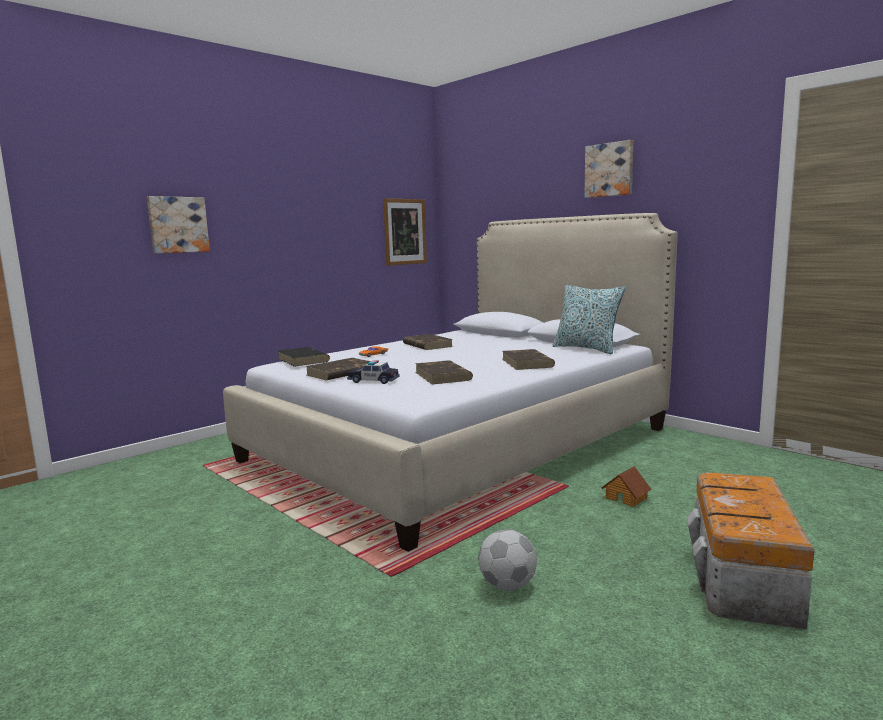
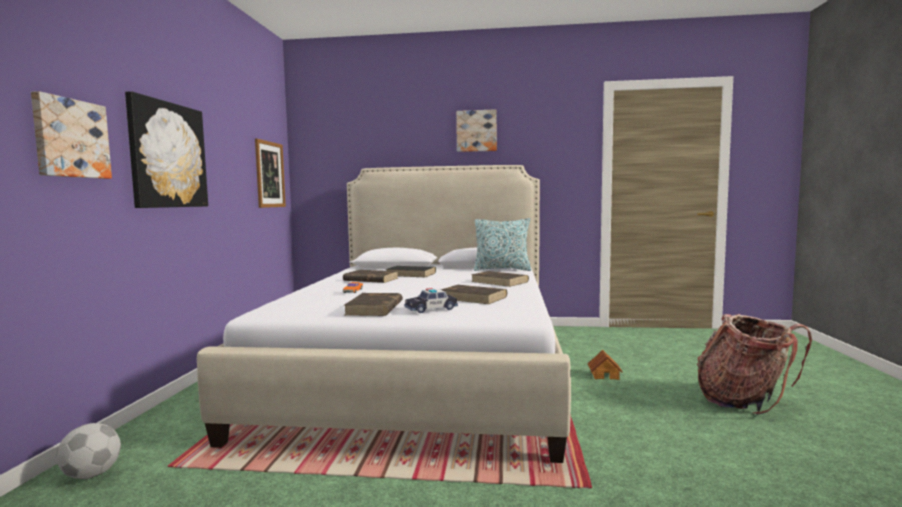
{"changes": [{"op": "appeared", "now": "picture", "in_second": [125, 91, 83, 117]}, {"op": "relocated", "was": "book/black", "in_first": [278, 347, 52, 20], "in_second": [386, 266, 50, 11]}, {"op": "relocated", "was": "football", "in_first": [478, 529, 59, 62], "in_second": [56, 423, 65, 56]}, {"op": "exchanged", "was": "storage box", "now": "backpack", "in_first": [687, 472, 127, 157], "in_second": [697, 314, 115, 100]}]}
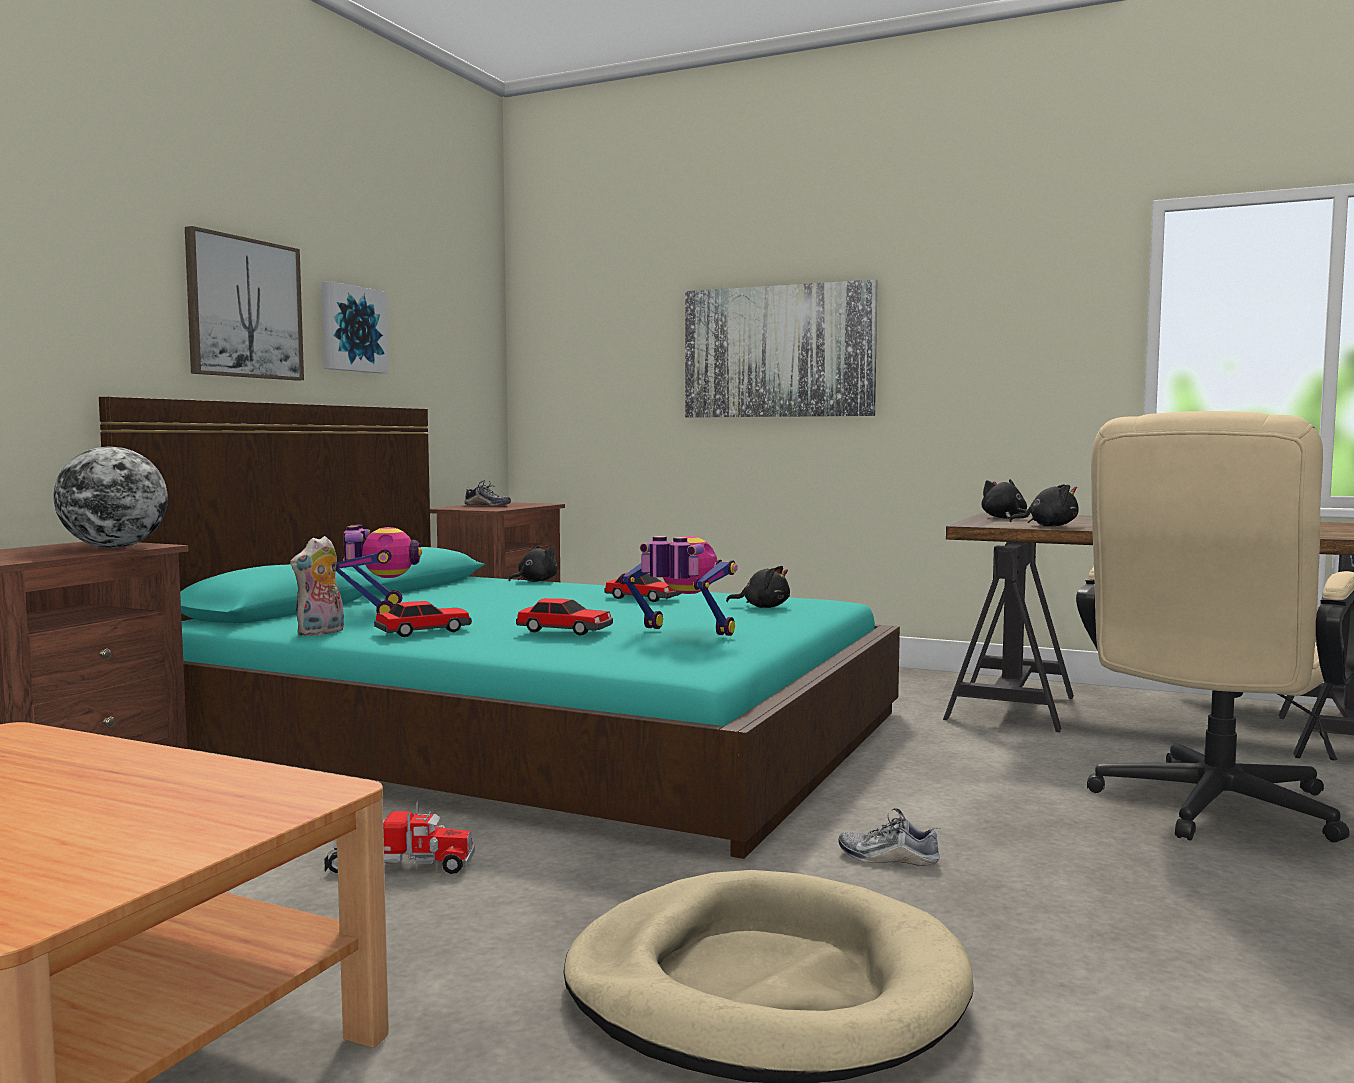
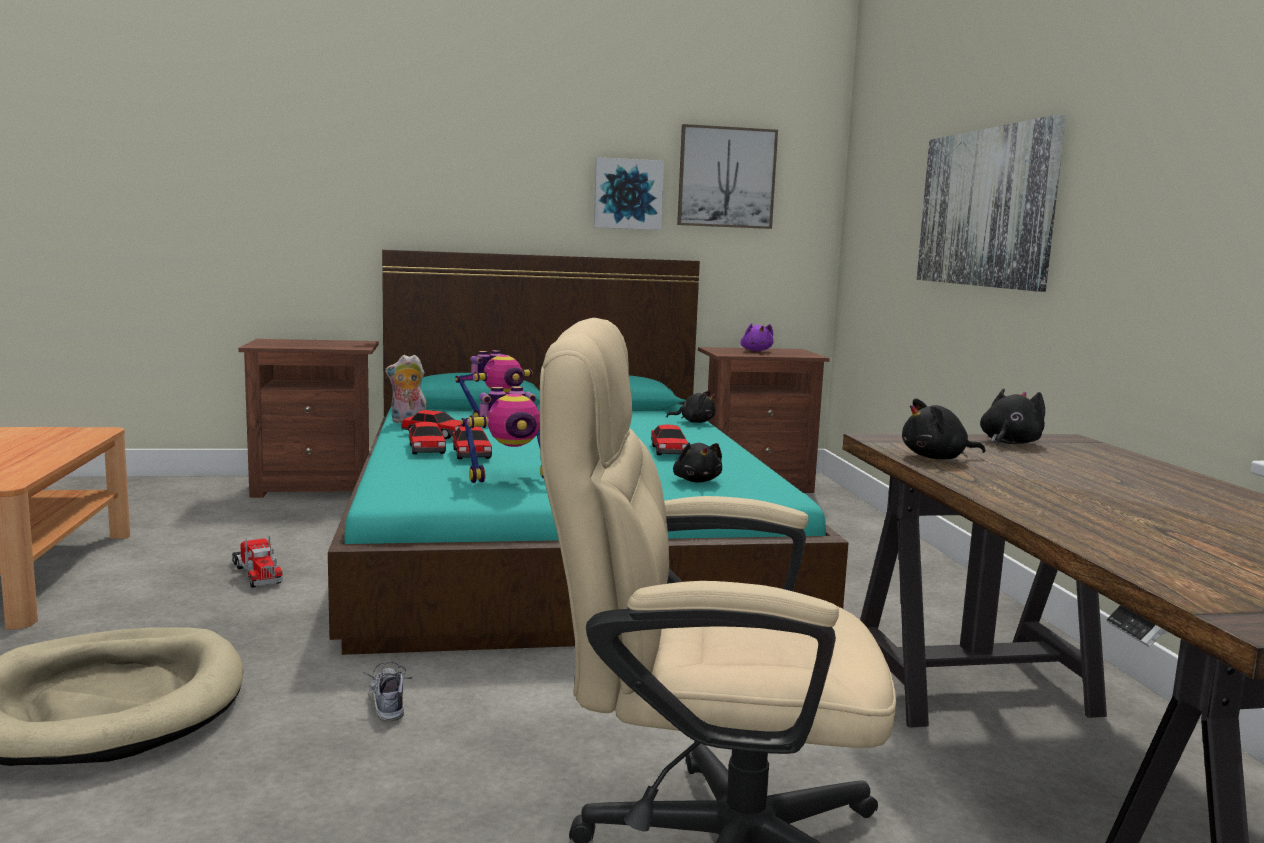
{"changes": [{"op": "missing", "was": "globe", "in_first": [54, 446, 114, 102]}, {"op": "appeared", "now": "toy car", "in_second": [409, 422, 37, 32]}, {"op": "relocated", "was": "picture", "in_first": [185, 226, 119, 154], "in_second": [677, 124, 101, 105]}, {"op": "exchanged", "was": "shoe", "now": "plush toy/purple", "in_first": [464, 480, 47, 26], "in_second": [740, 323, 34, 28]}, {"op": "spun", "was": "toy robot", "in_first": [620, 536, 118, 100], "in_second": [460, 386, 84, 97], "clockwise": 75}, {"op": "spun", "was": "plush toy/black", "in_first": [1009, 484, 70, 42], "in_second": [902, 399, 83, 60], "clockwise": 105}]}
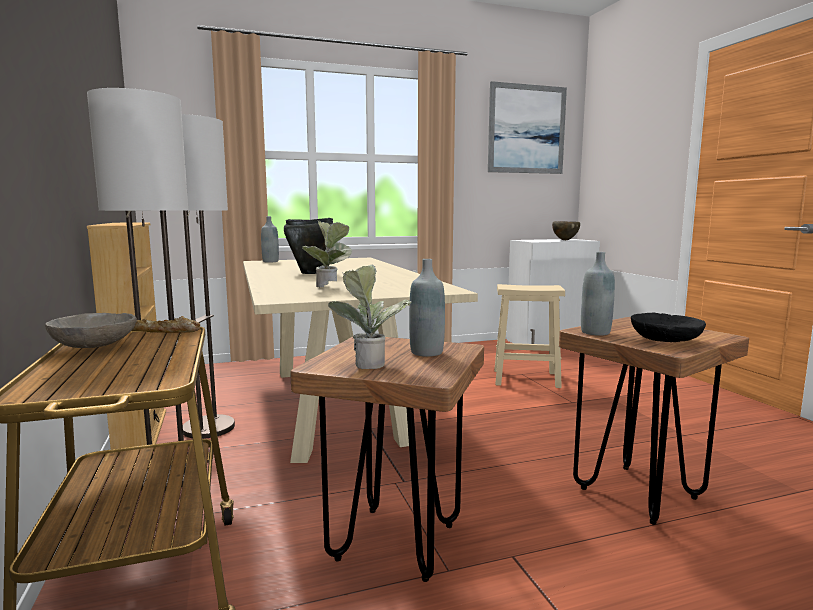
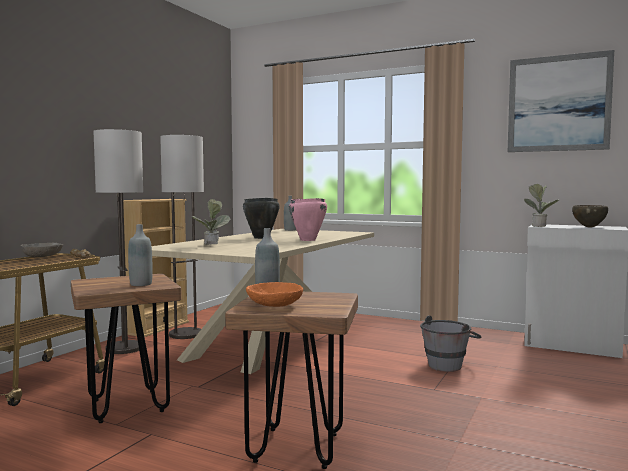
{"changes": [{"op": "appeared", "now": "cooking pot/pink", "in_second": [289, 198, 38, 43]}, {"op": "relocated", "was": "potted plant", "in_first": [328, 264, 83, 105], "in_second": [524, 184, 35, 43]}, {"op": "exchanged", "was": "stool/beige", "now": "bucket/grey", "in_first": [494, 284, 71, 104], "in_second": [420, 316, 62, 56]}, {"op": "colour", "was": "bowl/black", "now": "bowl/orange", "in_first": [631, 313, 75, 29], "in_second": [246, 282, 57, 25]}]}
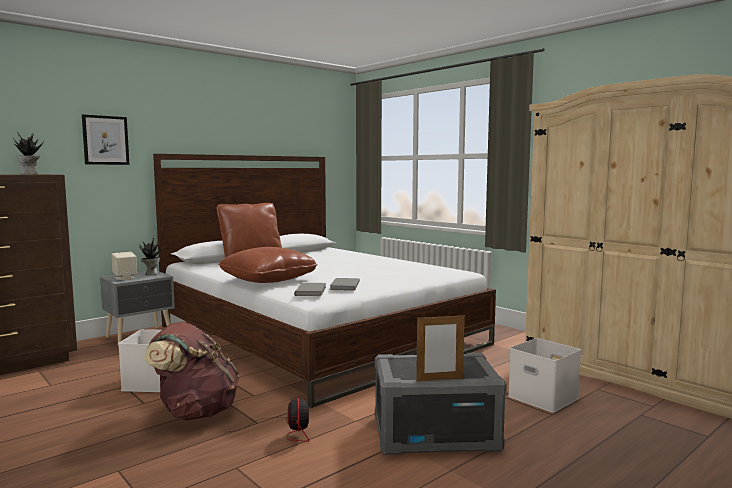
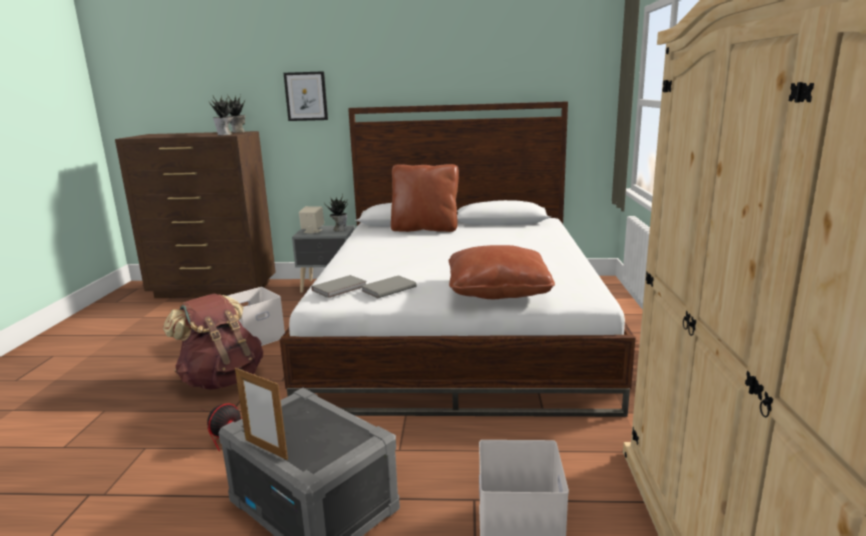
{"changes": [{"op": "appeared", "now": "potted plant", "in_second": [209, 95, 27, 40]}, {"op": "relocated", "was": "pillow/brown", "in_first": [218, 247, 100, 36], "in_second": [449, 245, 106, 54]}]}
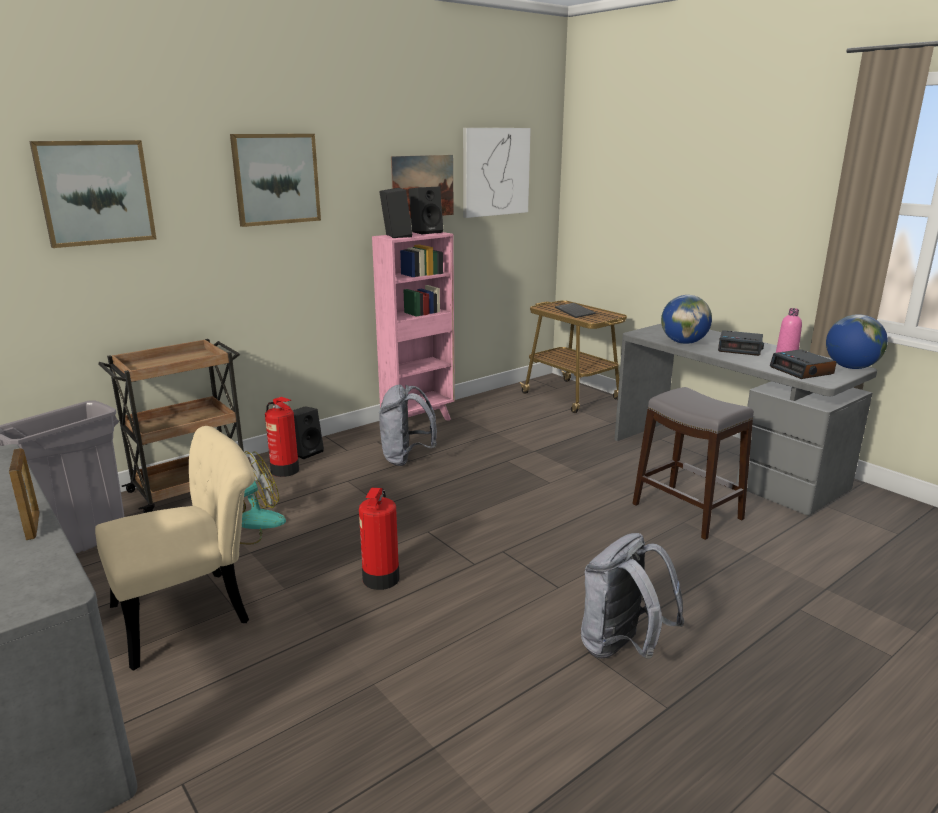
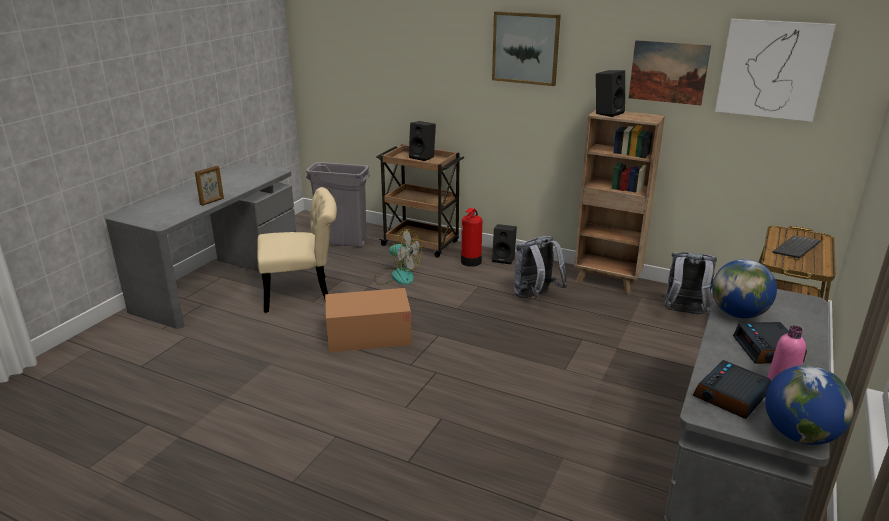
{"changes": [{"op": "missing", "was": "picture", "in_first": [29, 140, 127, 108]}, {"op": "missing", "was": "stool/grey", "in_first": [632, 387, 122, 153]}, {"op": "relocated", "was": "speaker/black", "in_first": [409, 187, 34, 48], "in_second": [409, 121, 27, 40]}, {"op": "relocated", "was": "backpack/grey", "in_first": [581, 533, 103, 126], "in_second": [662, 252, 55, 62]}, {"op": "exchanged", "was": "fire extinguisher", "now": "cardboard box", "in_first": [359, 488, 41, 102], "in_second": [325, 288, 87, 65]}, {"op": "colour", "was": "bookcase/pink", "now": "bookcase/brown", "in_first": [372, 232, 83, 189], "in_second": [574, 110, 91, 184]}, {"op": "spun", "was": "chair/beige", "in_first": [95, 426, 160, 245], "in_second": [257, 187, 80, 126], "clockwise": -45}]}
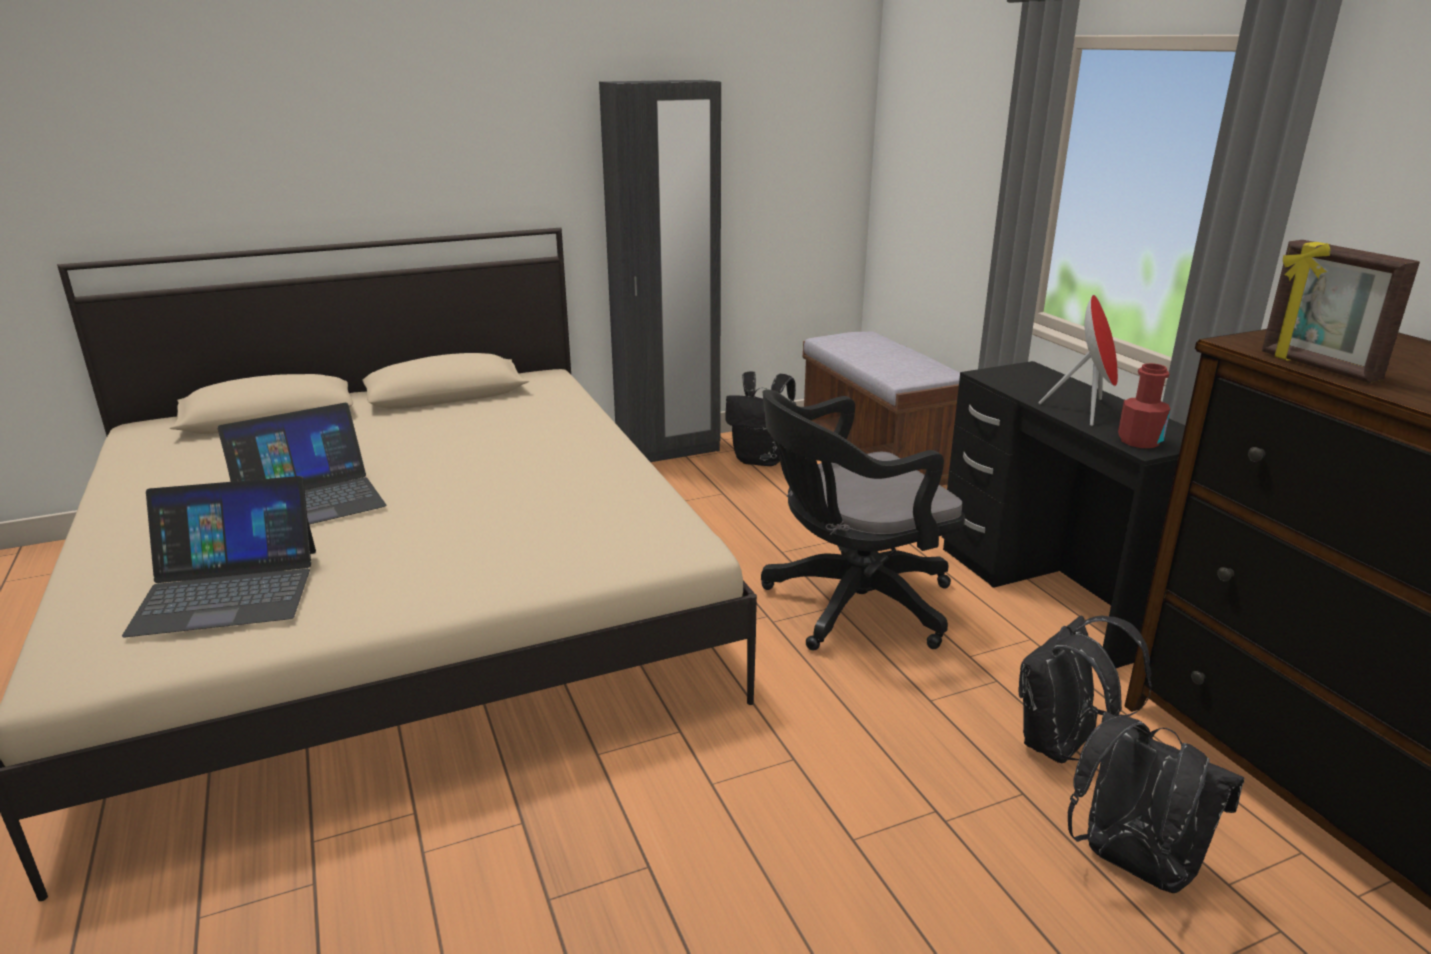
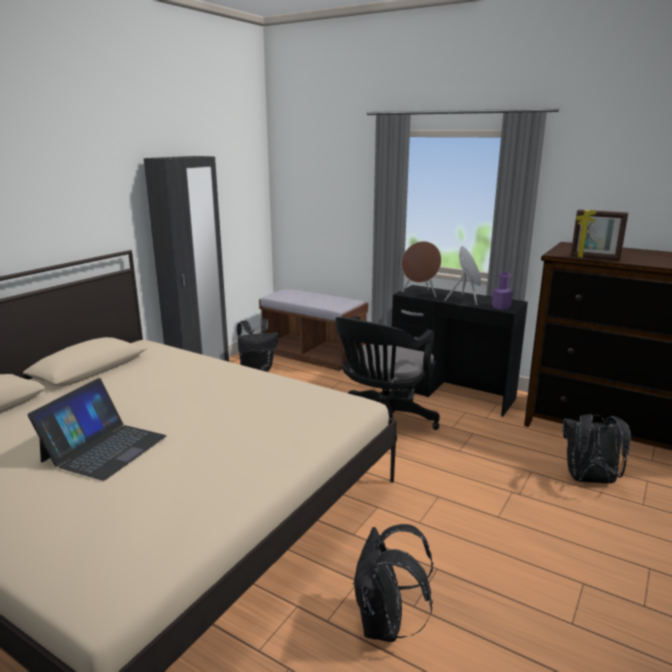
{"changes": [{"op": "missing", "was": "laptop", "in_first": [122, 476, 194, 162]}, {"op": "appeared", "now": "speaker/brown", "in_second": [401, 241, 40, 57]}, {"op": "relocated", "was": "backpack/black", "in_first": [1018, 616, 134, 147], "in_second": [353, 524, 80, 118]}, {"op": "colour", "was": "bottle/red", "now": "bottle/purple", "in_first": [1118, 363, 52, 85], "in_second": [492, 272, 21, 38]}]}
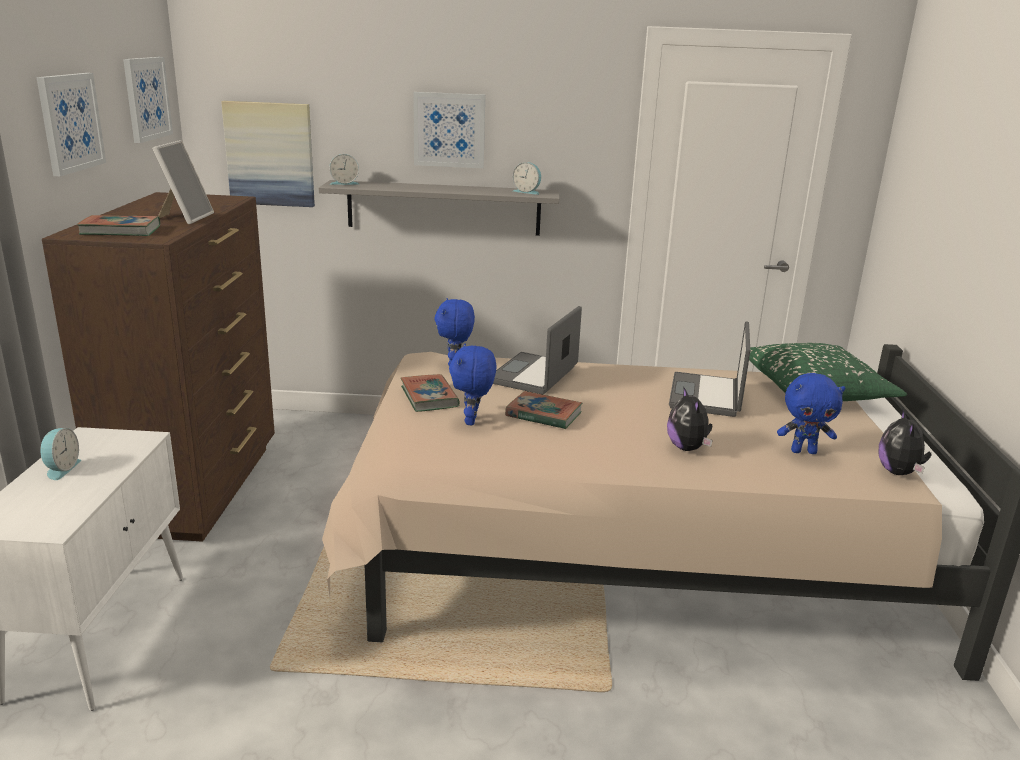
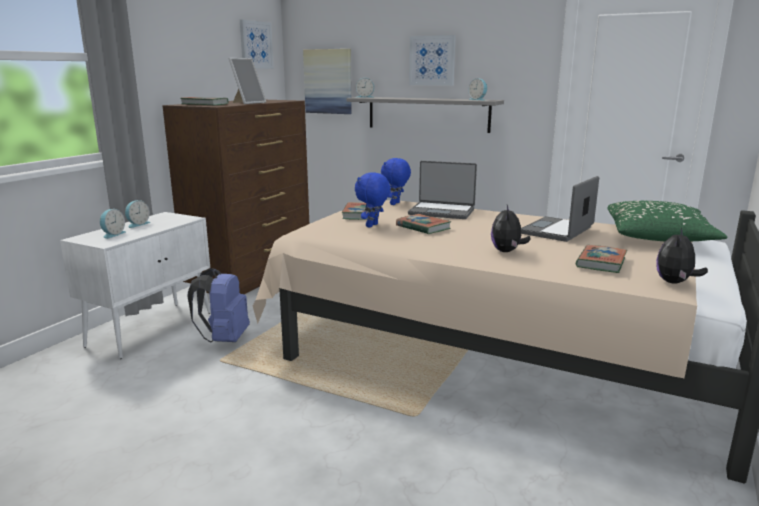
{"changes": [{"op": "missing", "was": "picture", "in_first": [36, 73, 70, 103]}, {"op": "appeared", "now": "alarm clock", "in_second": [100, 209, 26, 30]}, {"op": "appeared", "now": "backpack/blue", "in_second": [188, 268, 62, 75]}, {"op": "exchanged", "was": "plush toy/blue", "now": "book", "in_first": [777, 373, 69, 81], "in_second": [576, 245, 51, 28]}, {"op": "spun", "was": "laptop", "in_first": [493, 306, 89, 88], "in_second": [408, 161, 69, 58], "clockwise": -120}]}
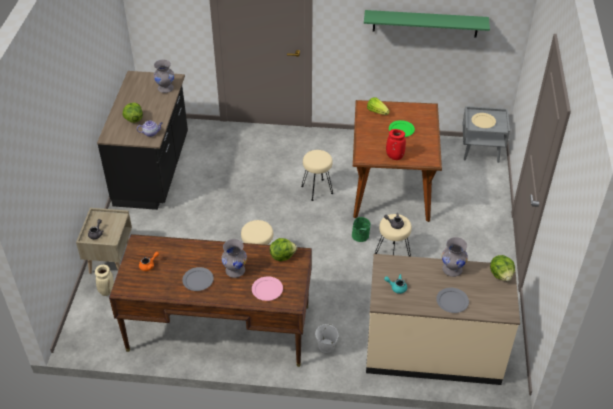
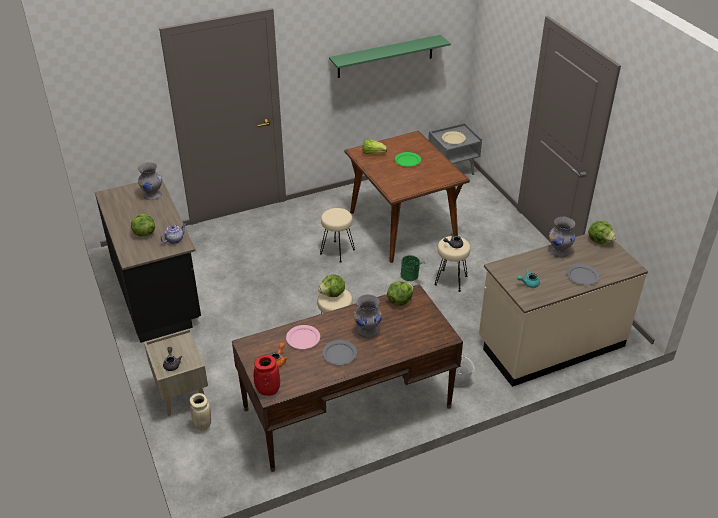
{"changes": [{"op": "appeared", "now": "lettuce", "in_second": [318, 274, 27, 23]}, {"op": "relocated", "was": "plate/pink", "in_first": [252, 276, 31, 25], "in_second": [286, 325, 34, 24]}, {"op": "relocated", "was": "vase/red", "in_first": [386, 129, 20, 31], "in_second": [254, 356, 26, 40]}]}
